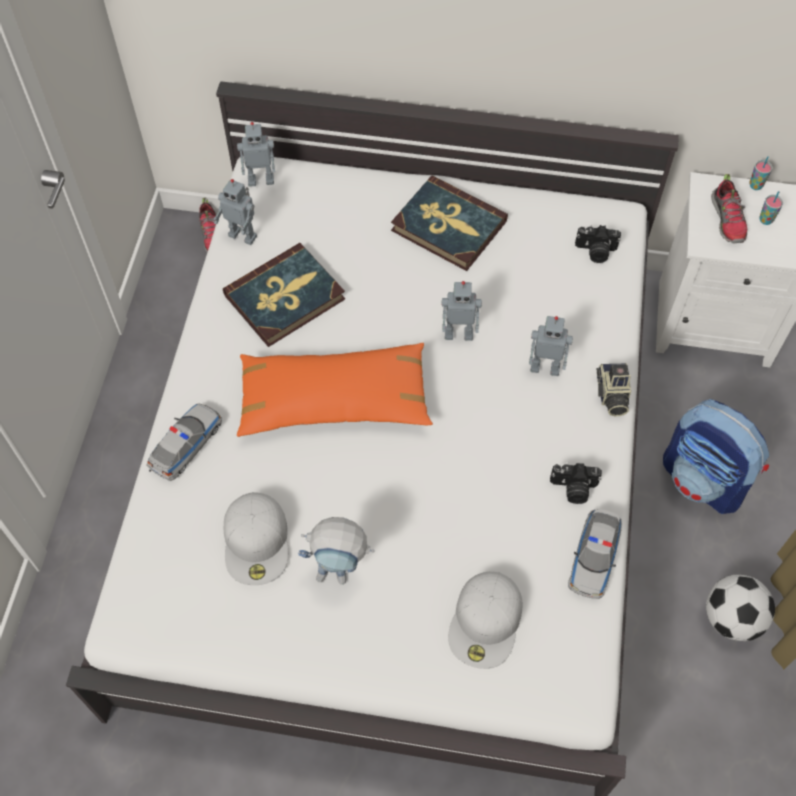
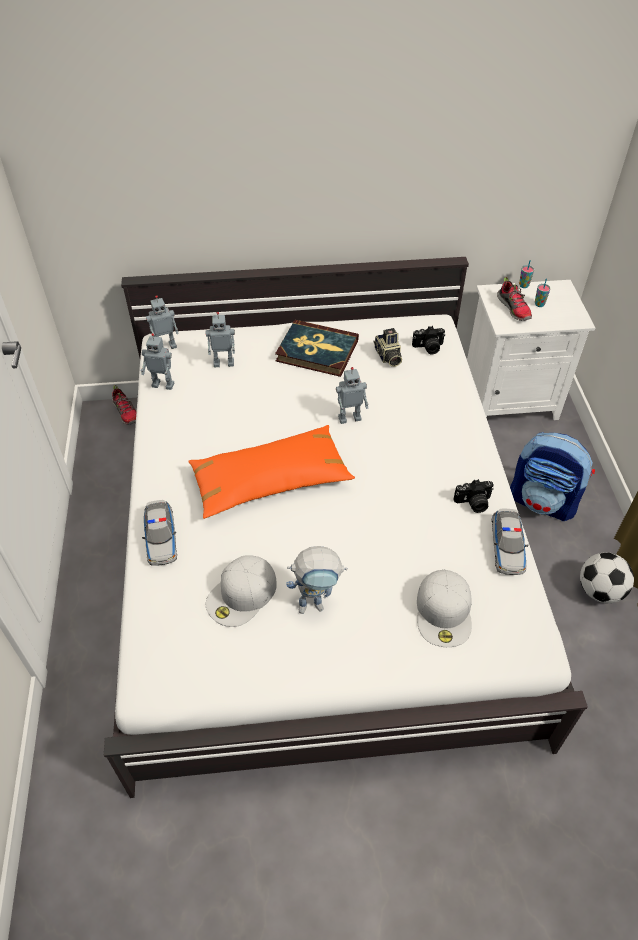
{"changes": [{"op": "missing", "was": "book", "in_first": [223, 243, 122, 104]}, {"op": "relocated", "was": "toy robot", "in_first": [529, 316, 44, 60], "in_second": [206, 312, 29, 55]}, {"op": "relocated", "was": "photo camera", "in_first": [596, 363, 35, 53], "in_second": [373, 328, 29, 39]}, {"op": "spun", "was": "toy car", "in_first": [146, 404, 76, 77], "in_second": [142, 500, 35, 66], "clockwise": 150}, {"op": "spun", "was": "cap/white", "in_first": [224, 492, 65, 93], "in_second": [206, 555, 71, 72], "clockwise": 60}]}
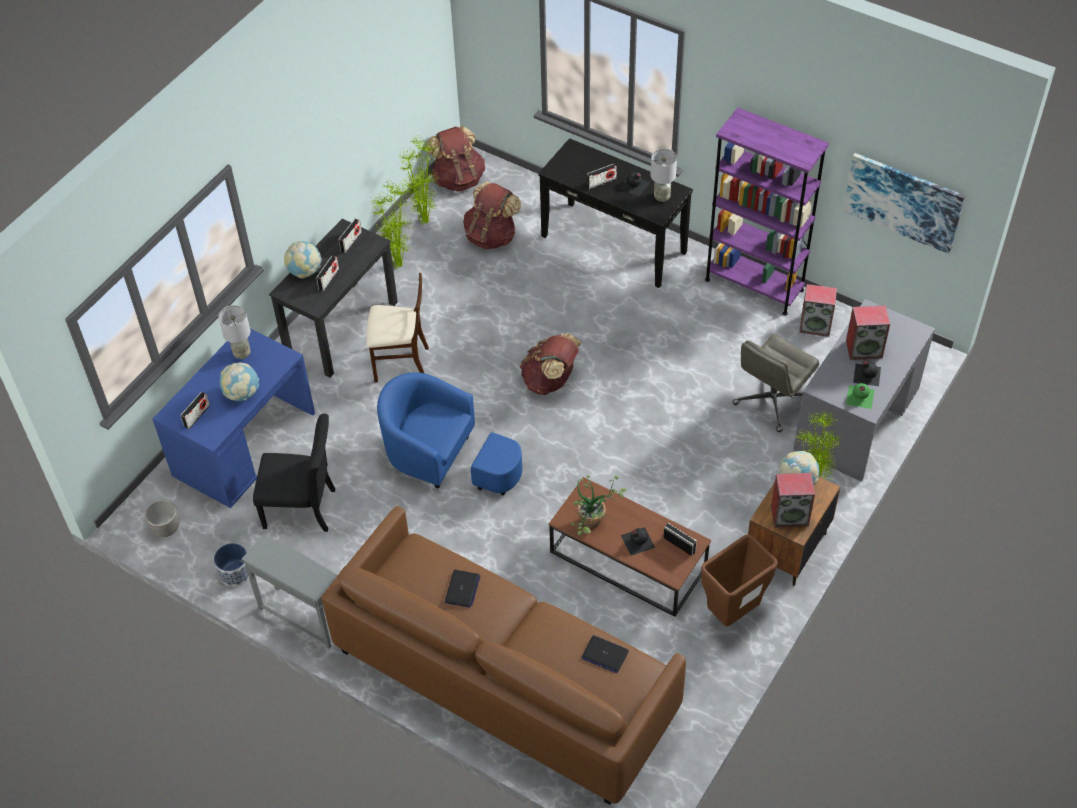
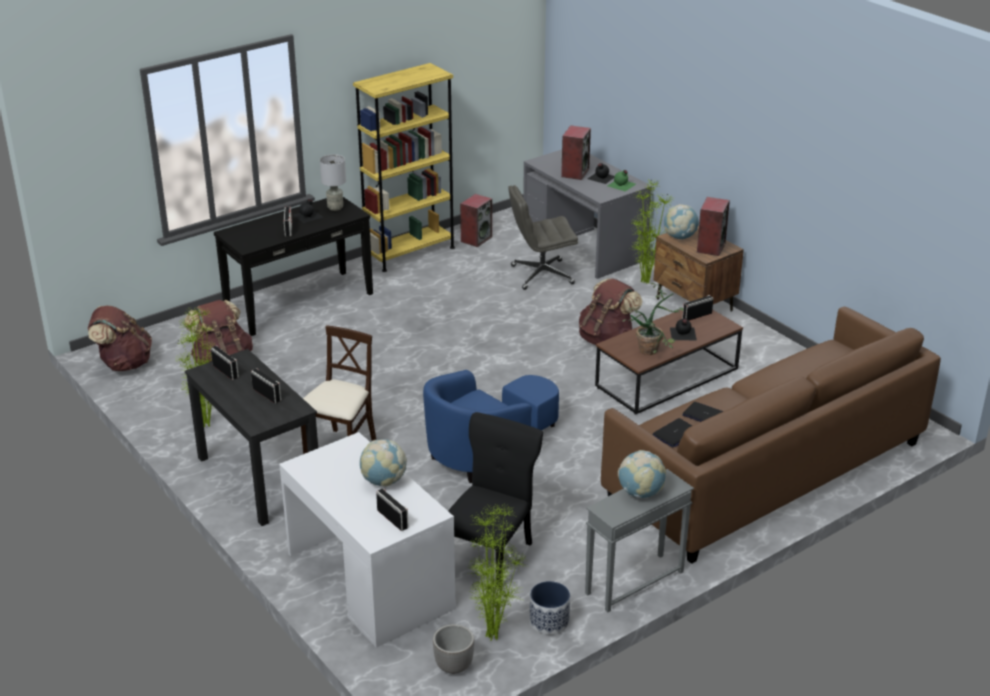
{"changes": [{"op": "missing", "was": "table lamp/grey", "in_first": [218, 305, 32, 54]}, {"op": "missing", "was": "trash can/brown", "in_first": [701, 534, 77, 92]}, {"op": "missing", "was": "picture", "in_first": [843, 153, 122, 101]}, {"op": "relocated", "was": "globe", "in_first": [284, 241, 38, 37], "in_second": [618, 450, 48, 48]}, {"op": "relocated", "was": "potted plant", "in_first": [397, 135, 43, 90], "in_second": [468, 503, 60, 138]}, {"op": "relocated", "was": "backpack/brown", "in_first": [520, 333, 62, 62], "in_second": [579, 278, 63, 67]}, {"op": "relocated", "was": "laptop", "in_first": [582, 635, 47, 38], "in_second": [652, 418, 40, 30]}, {"op": "colour", "was": "desk/blue", "now": "desk/white", "in_first": [152, 329, 163, 179], "in_second": [279, 432, 177, 216]}, {"op": "colour", "was": "bookcase/purple", "now": "bookcase/yellow", "in_first": [705, 108, 124, 208], "in_second": [353, 63, 102, 209]}, {"op": "spun", "was": "office chair/grey", "in_first": [733, 334, 86, 98], "in_second": [508, 185, 70, 105], "clockwise": 105}]}
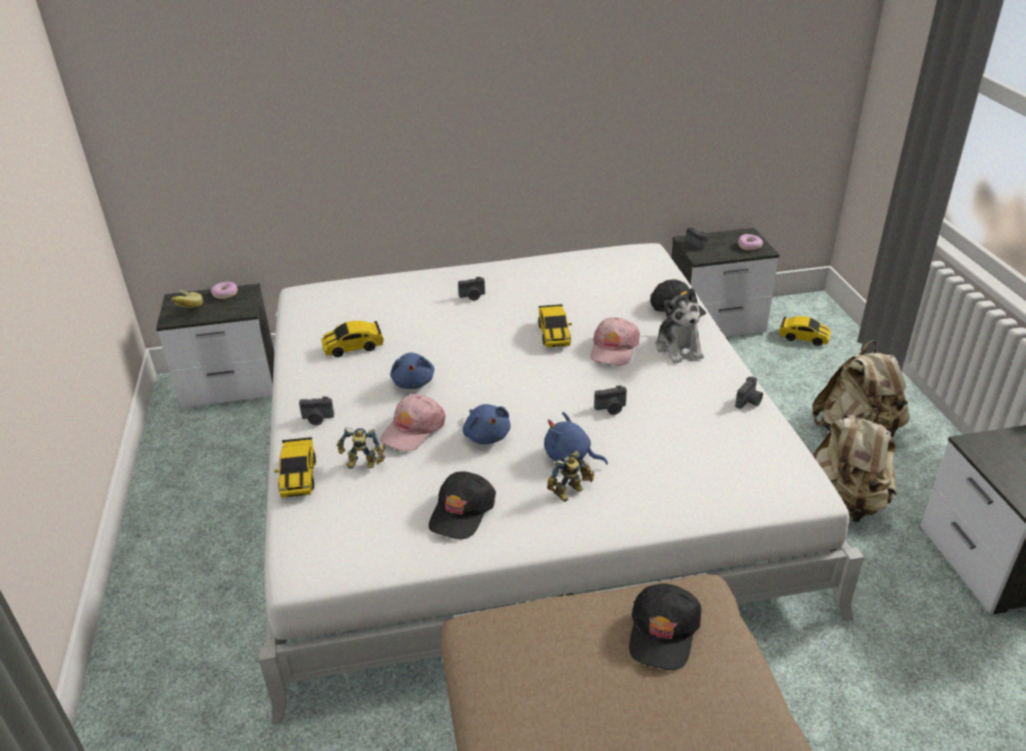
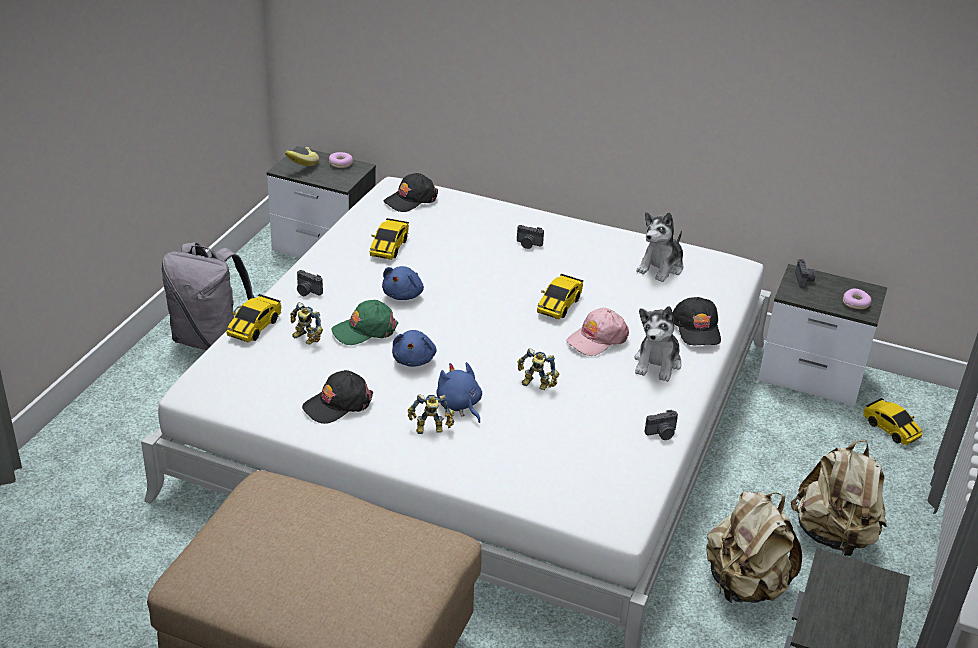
{"changes": [{"op": "appeared", "now": "backpack/grey", "in_second": [161, 242, 94, 108]}, {"op": "appeared", "now": "plush toy", "in_second": [636, 212, 47, 70]}, {"op": "relocated", "was": "cap/black", "in_first": [629, 583, 72, 87], "in_second": [384, 173, 54, 39]}, {"op": "exchanged", "was": "photo camera", "now": "toy robot", "in_first": [594, 385, 33, 30], "in_second": [518, 348, 41, 42]}, {"op": "colour", "was": "cap/pink", "now": "cap/green", "in_first": [380, 394, 66, 57], "in_second": [331, 300, 67, 45]}, {"op": "spun", "was": "toy car", "in_first": [321, 321, 63, 36], "in_second": [370, 218, 39, 42], "clockwise": -90}]}
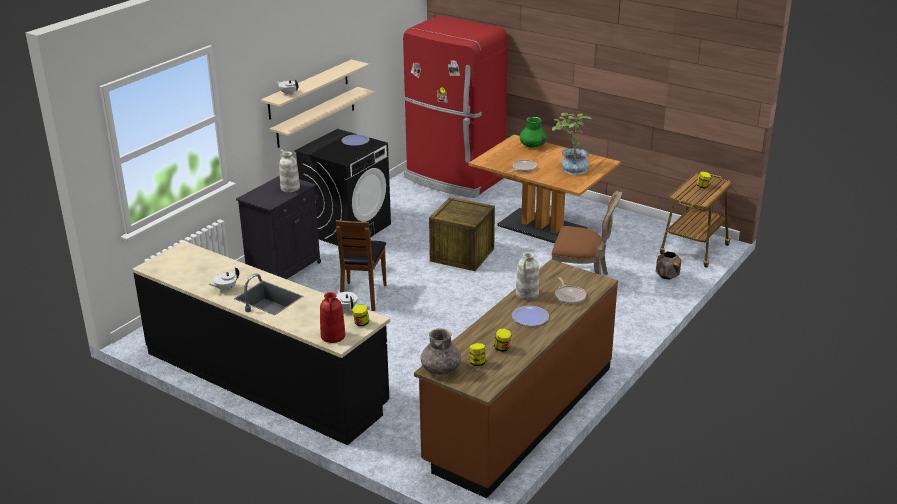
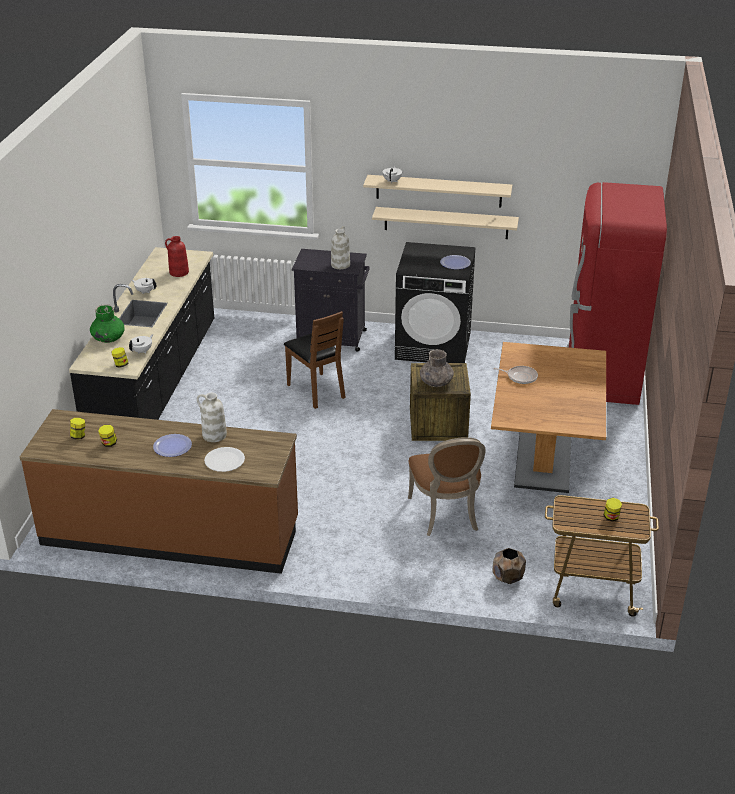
{"changes": [{"op": "missing", "was": "potted plant", "in_first": [552, 113, 40, 62]}, {"op": "relocated", "was": "vase/red", "in_first": [320, 292, 25, 51], "in_second": [165, 236, 24, 41]}, {"op": "relocated", "was": "vase/grey", "in_first": [420, 328, 41, 47], "in_second": [420, 349, 34, 38]}, {"op": "relocated", "was": "vase/green", "in_first": [519, 117, 28, 31], "in_second": [90, 304, 35, 39]}, {"op": "exchanged", "was": "frying pan", "now": "plate/white", "in_first": [555, 277, 31, 27], "in_second": [204, 447, 41, 25]}, {"op": "spun", "was": "chair/brown", "in_first": [336, 220, 50, 91], "in_second": [284, 311, 62, 98], "clockwise": -105}]}
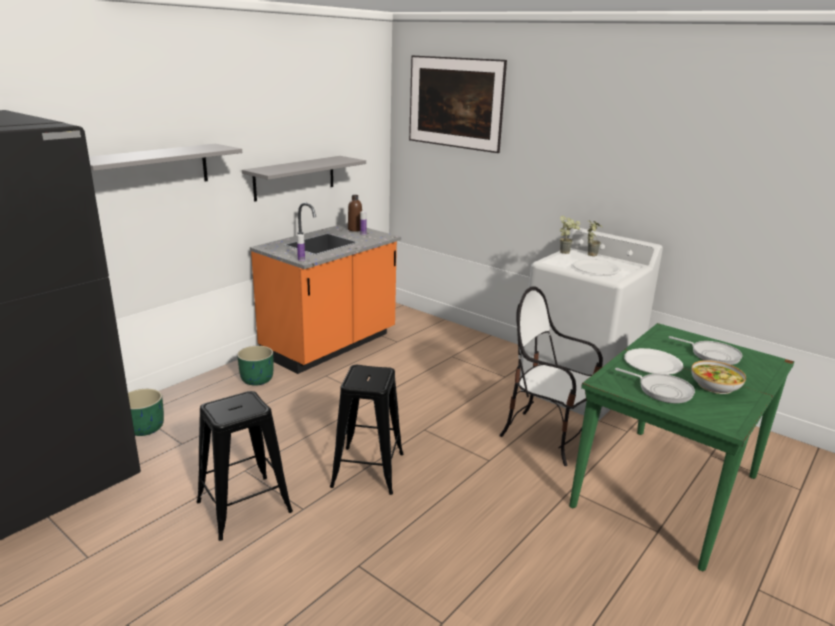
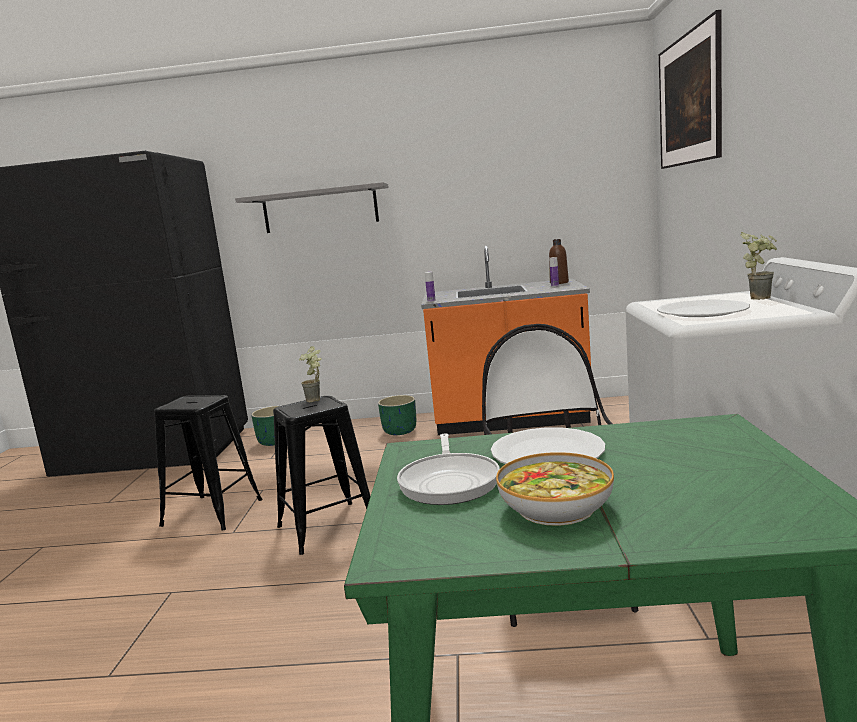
{"changes": [{"op": "missing", "was": "shelf/grey", "in_first": [242, 156, 124, 46]}, {"op": "missing", "was": "frying pan", "in_first": [668, 336, 75, 29]}, {"op": "relocated", "was": "potted plant", "in_first": [560, 216, 20, 38], "in_second": [299, 346, 23, 56]}]}
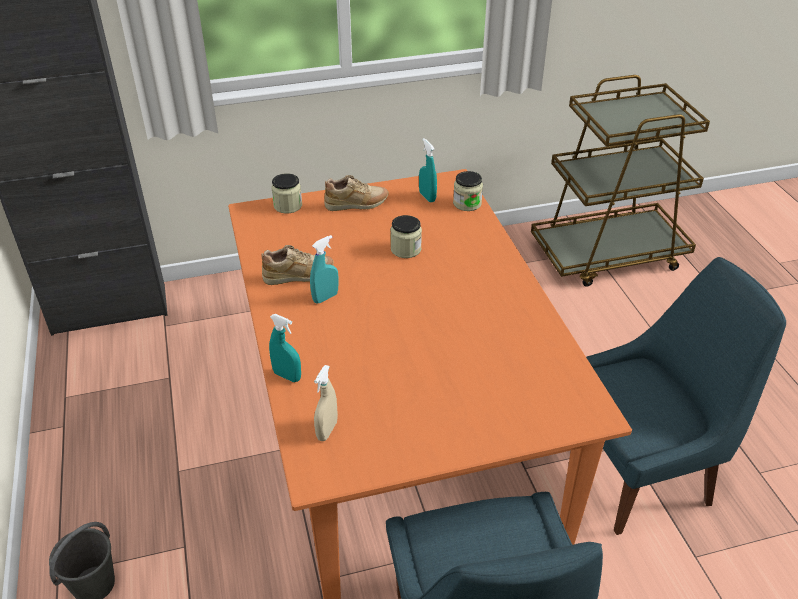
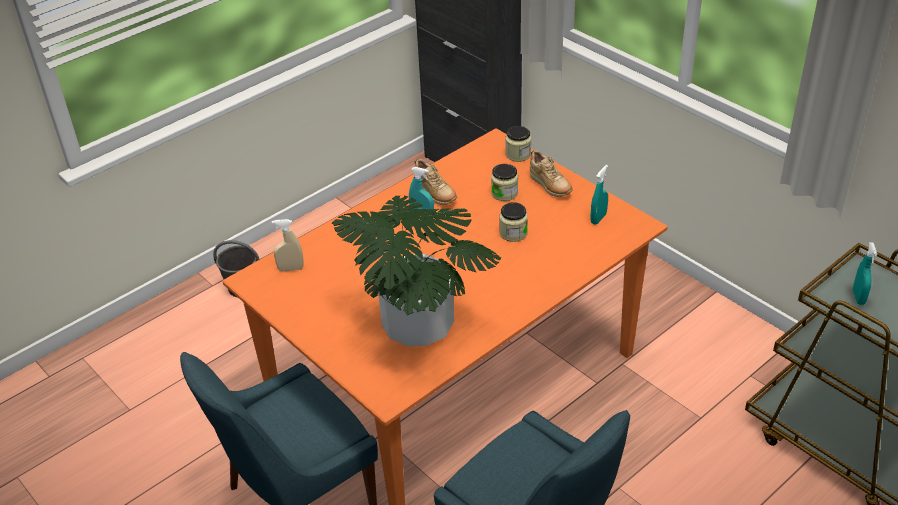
{"changes": [{"op": "appeared", "now": "potted plant", "in_second": [332, 196, 169, 150]}, {"op": "relocated", "was": "spray bottle/turquoise", "in_first": [269, 314, 32, 68], "in_second": [853, 242, 24, 63]}, {"op": "relocated", "was": "jar", "in_first": [453, 171, 30, 40], "in_second": [491, 164, 27, 37]}]}
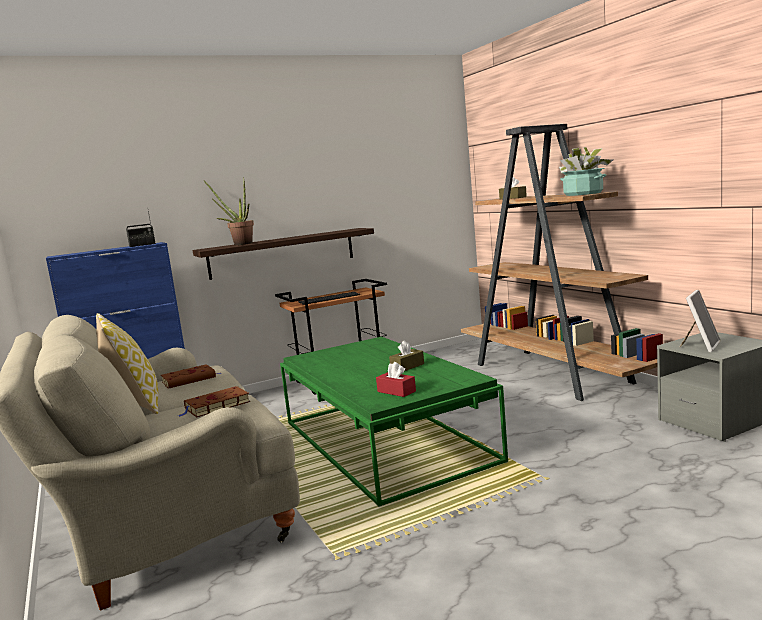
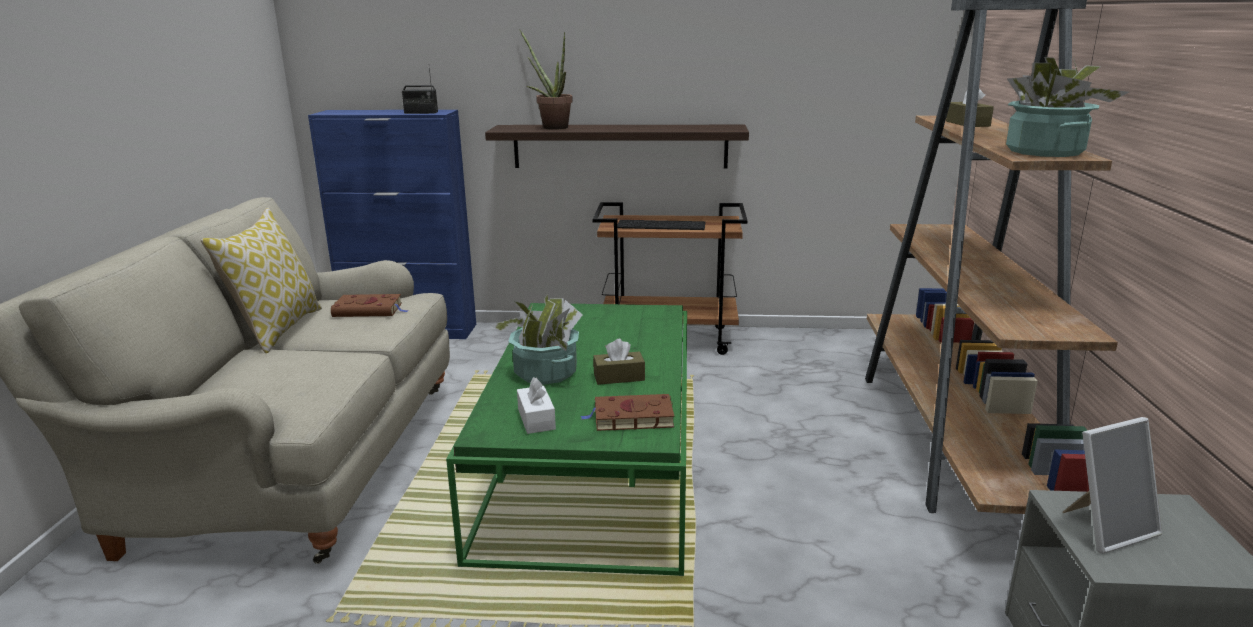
{"changes": [{"op": "appeared", "now": "potted plant", "in_second": [489, 294, 94, 91]}, {"op": "relocated", "was": "book/brown", "in_first": [178, 386, 72, 31], "in_second": [580, 394, 94, 37]}, {"op": "colour", "was": "tissue box/red", "now": "tissue box/white", "in_first": [376, 362, 40, 35], "in_second": [517, 377, 39, 57]}]}
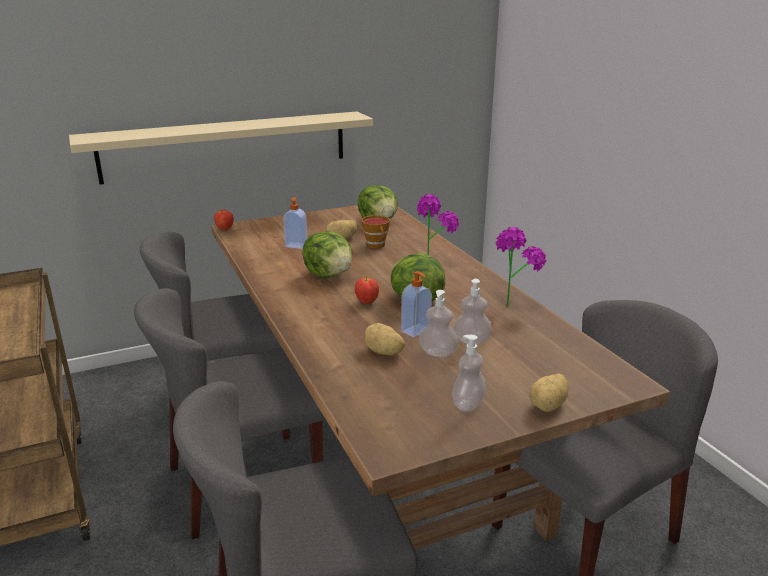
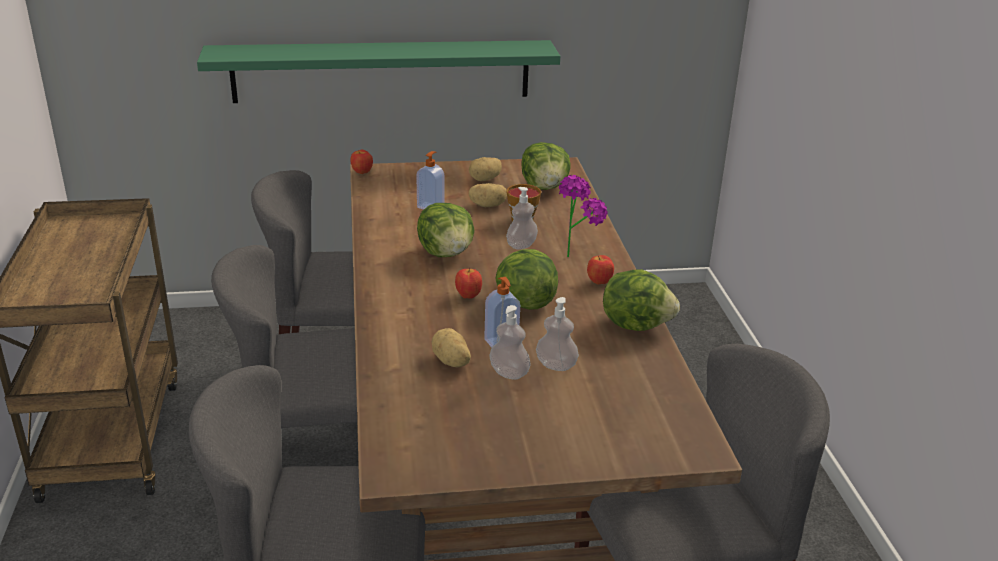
{"changes": [{"op": "appeared", "now": "apple", "in_second": [587, 255, 27, 30]}, {"op": "relocated", "was": "soap dispenser", "in_first": [452, 335, 34, 77], "in_second": [506, 187, 32, 62]}, {"op": "relocated", "was": "potato", "in_first": [529, 374, 39, 38], "in_second": [469, 157, 33, 24]}, {"op": "exchanged", "was": "potted plant", "now": "lettuce", "in_first": [496, 227, 50, 79], "in_second": [603, 269, 77, 62]}, {"op": "colour", "was": "shelf/beige", "now": "shelf/green", "in_first": [69, 111, 304, 74], "in_second": [197, 40, 363, 63]}]}
